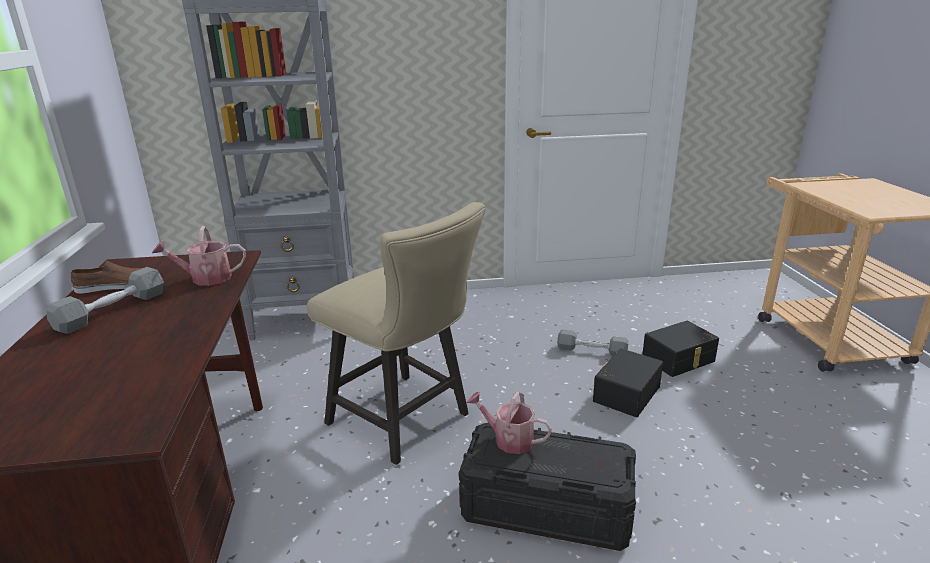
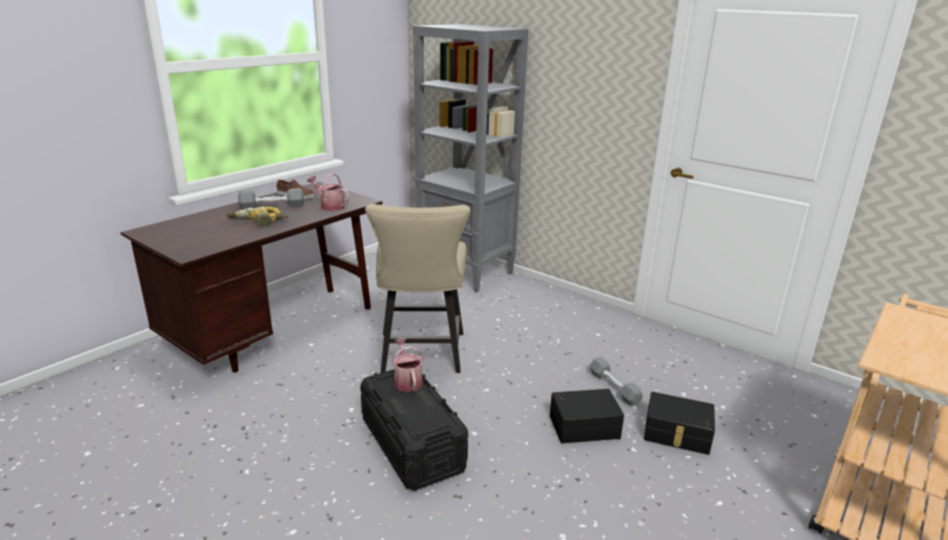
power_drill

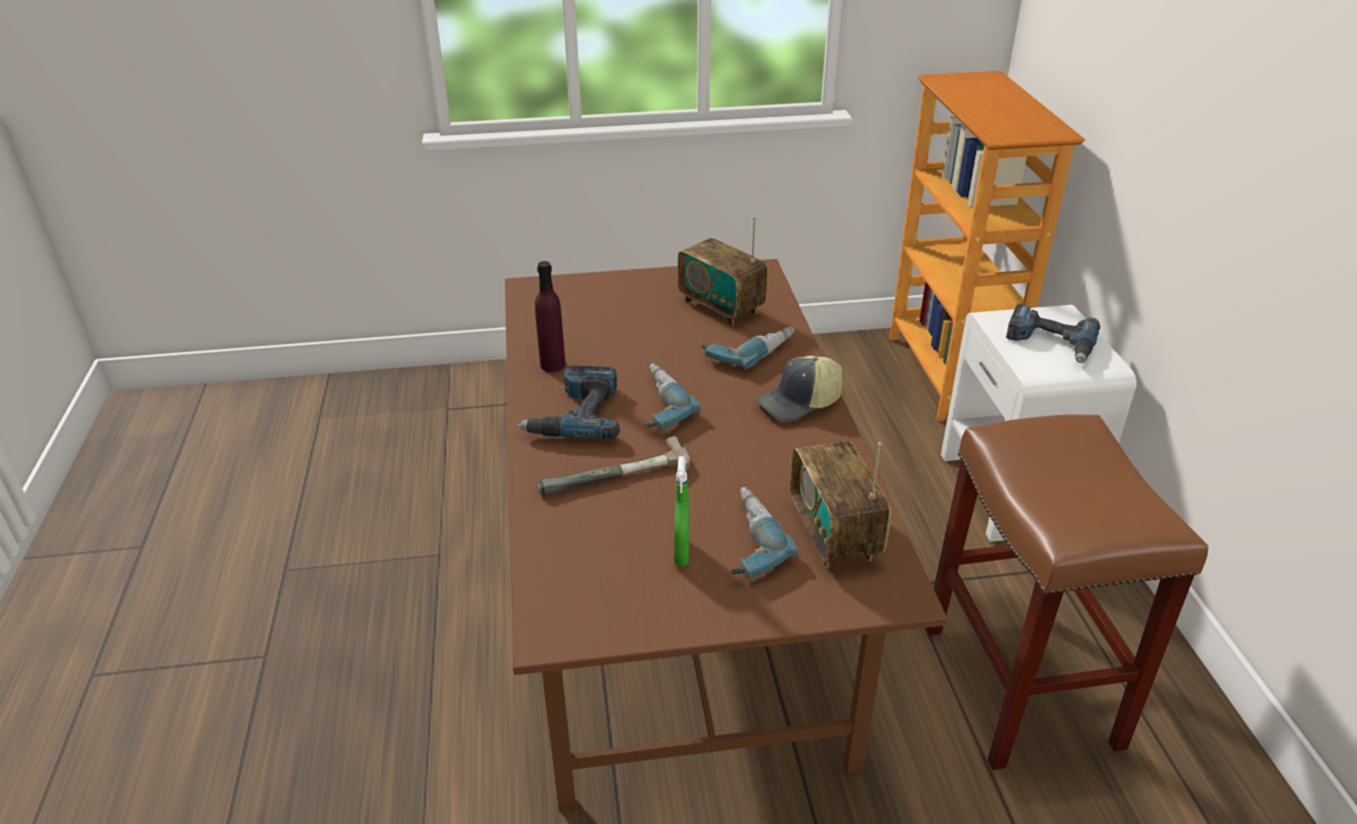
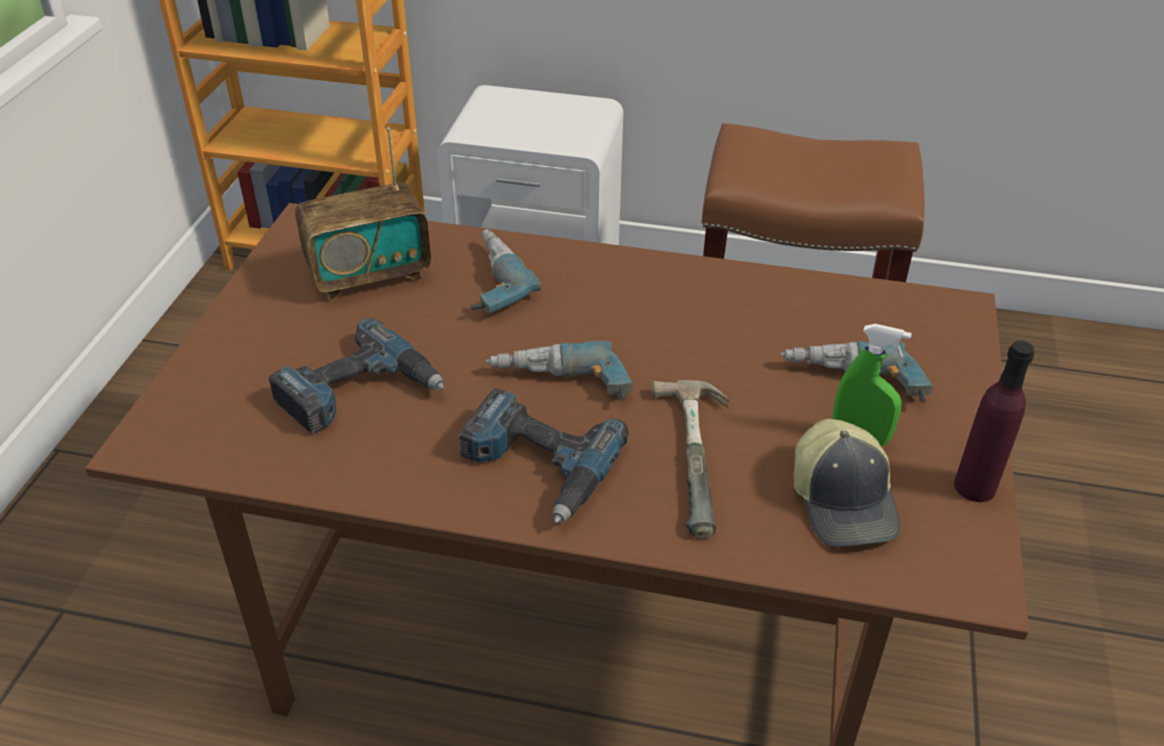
purple_bottle
power_drill (no. 1 from left)
cap
radio (no. 2 from left in the first image)

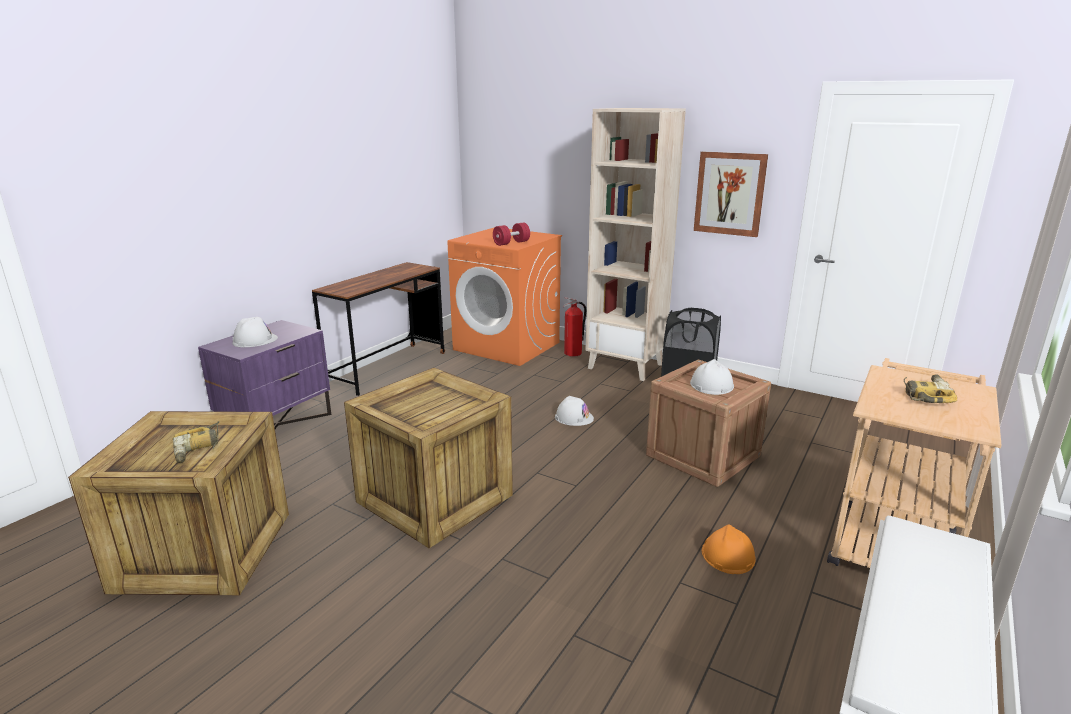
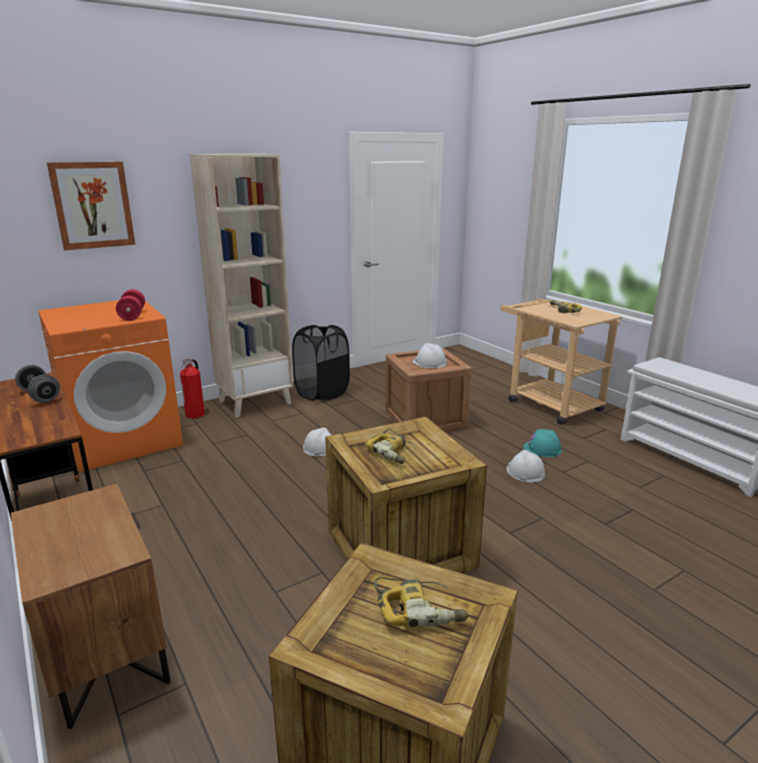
picture
white_hard_hat (no. 3 from left)
brown_nightstand
turquoise_hard_hat
grey_dumbbell
power_drill (no. 1 from left)

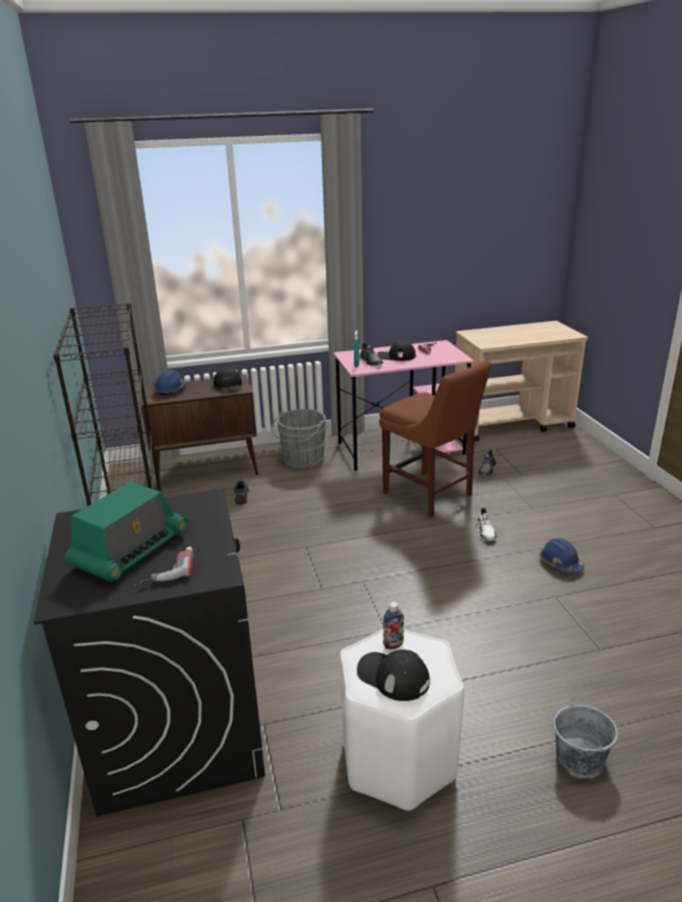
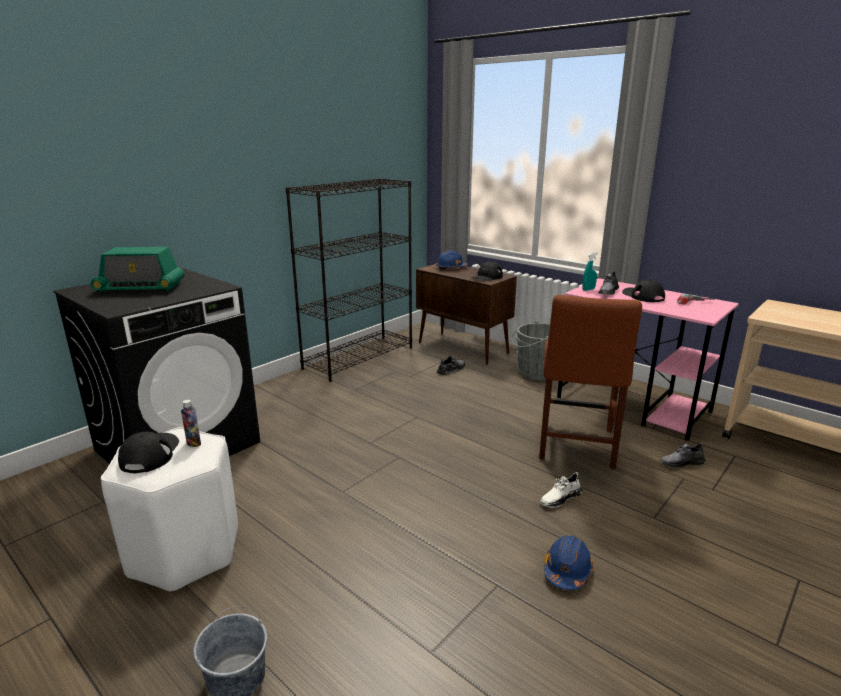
power_drill (no. 1 from left in the first image)

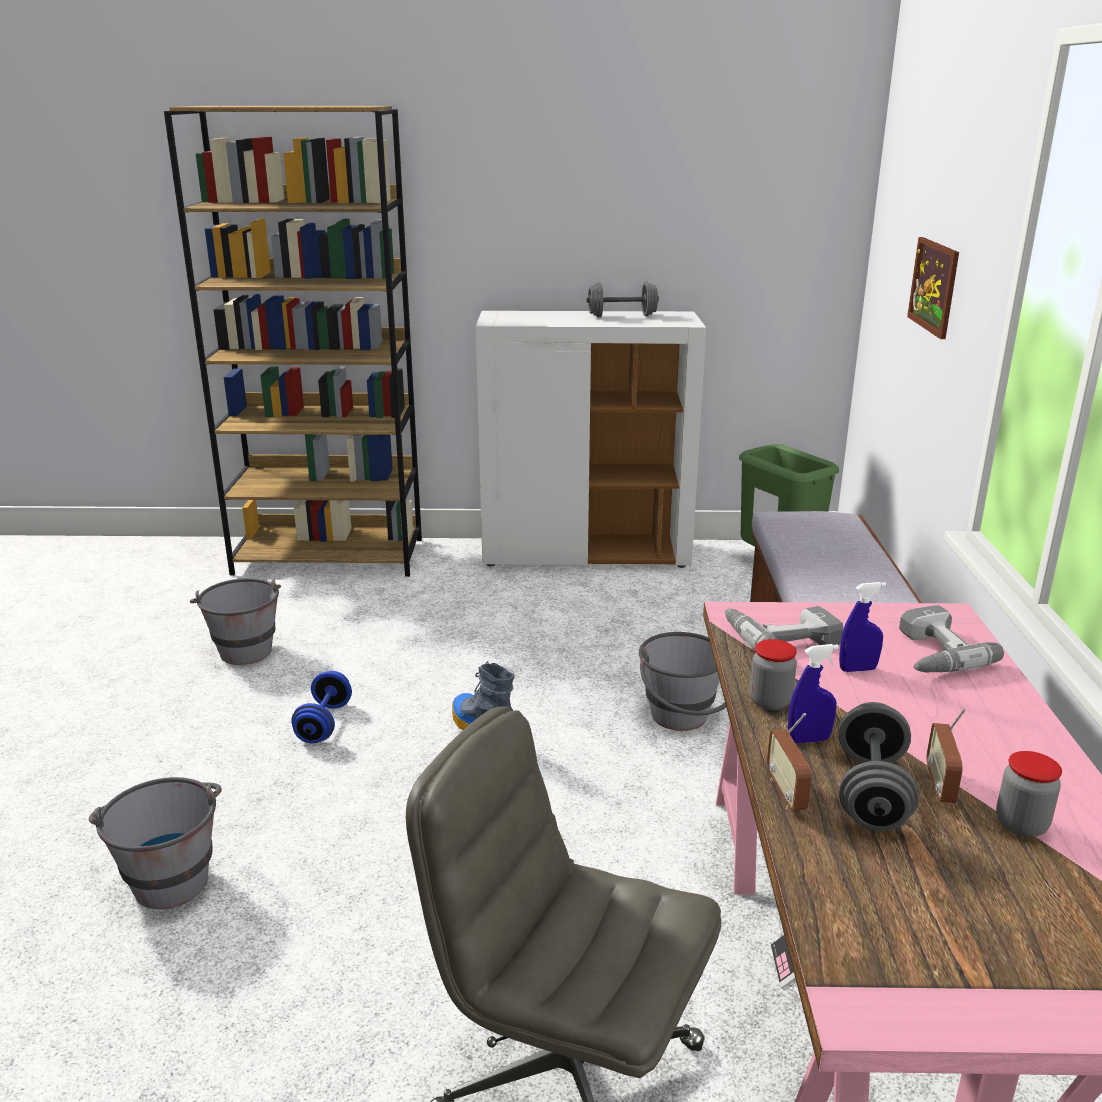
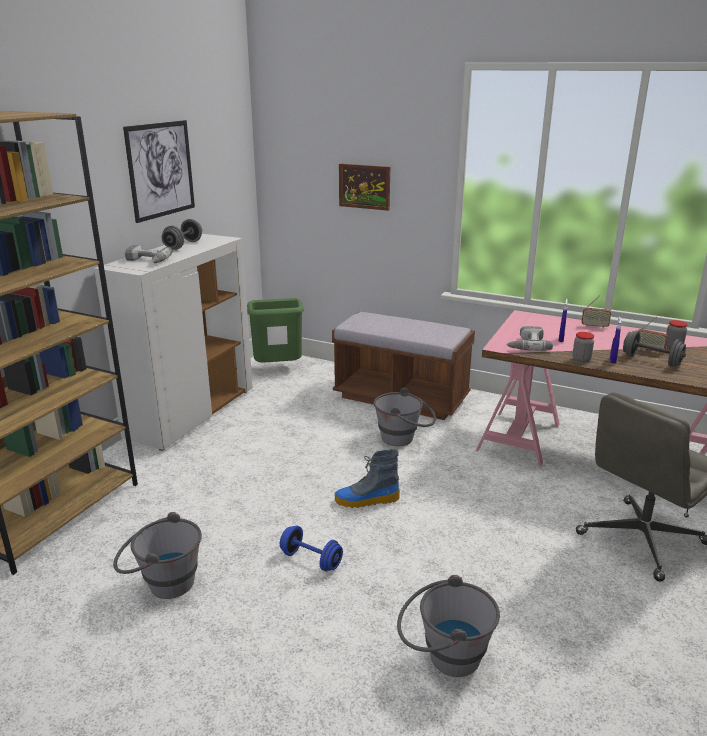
power_drill (no. 1 from left)
radio (no. 1 from left)
picture (no. 1 from left)

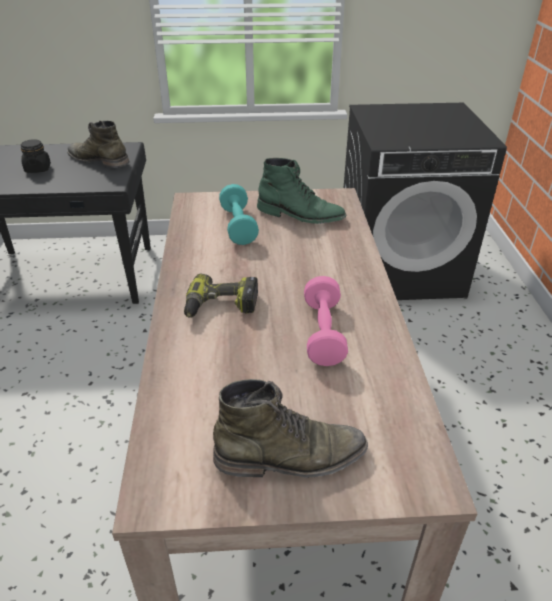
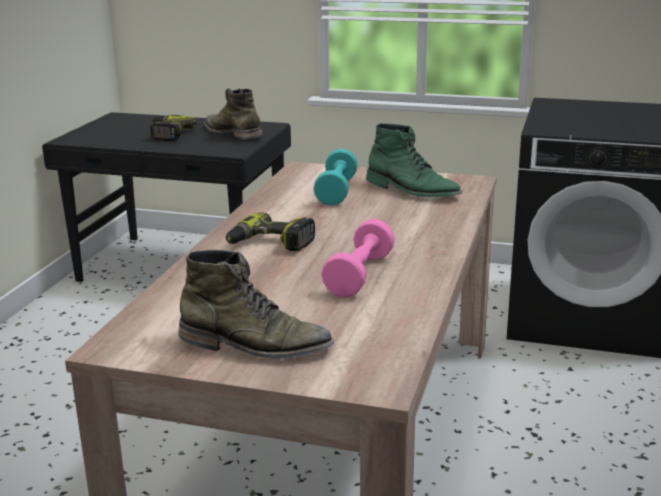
power_drill (no. 1 from left)

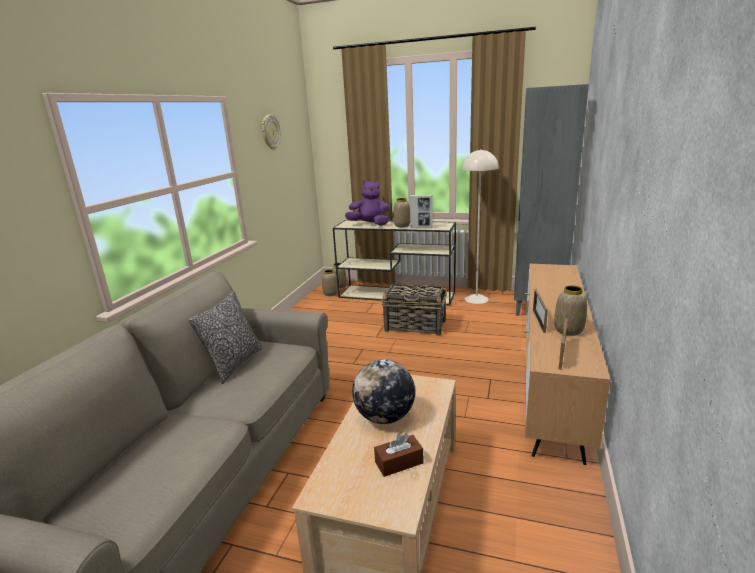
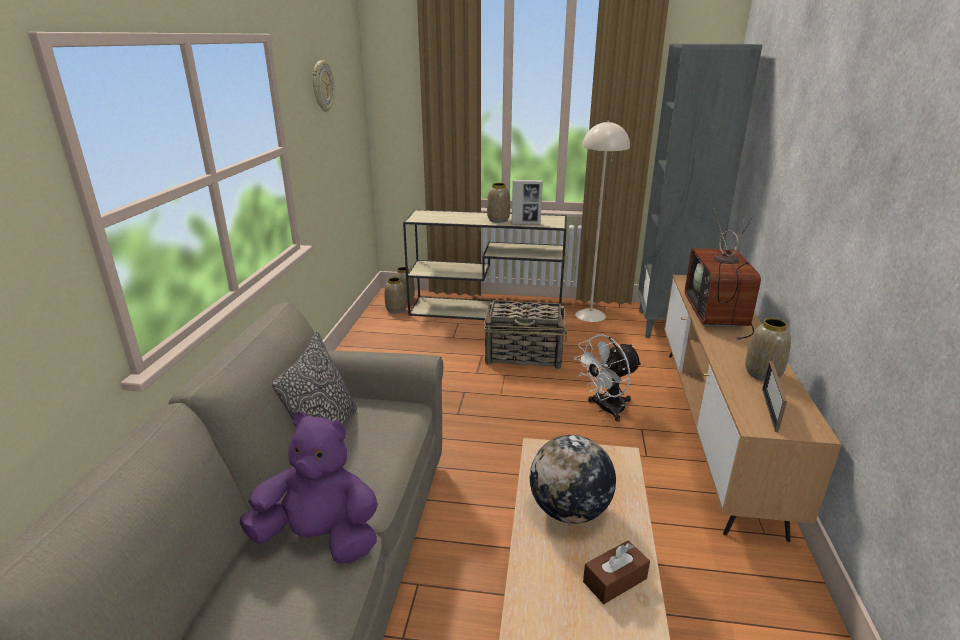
purple_plush_toy
picture_frame (no. 2 from left in the first image)
television
white_fan

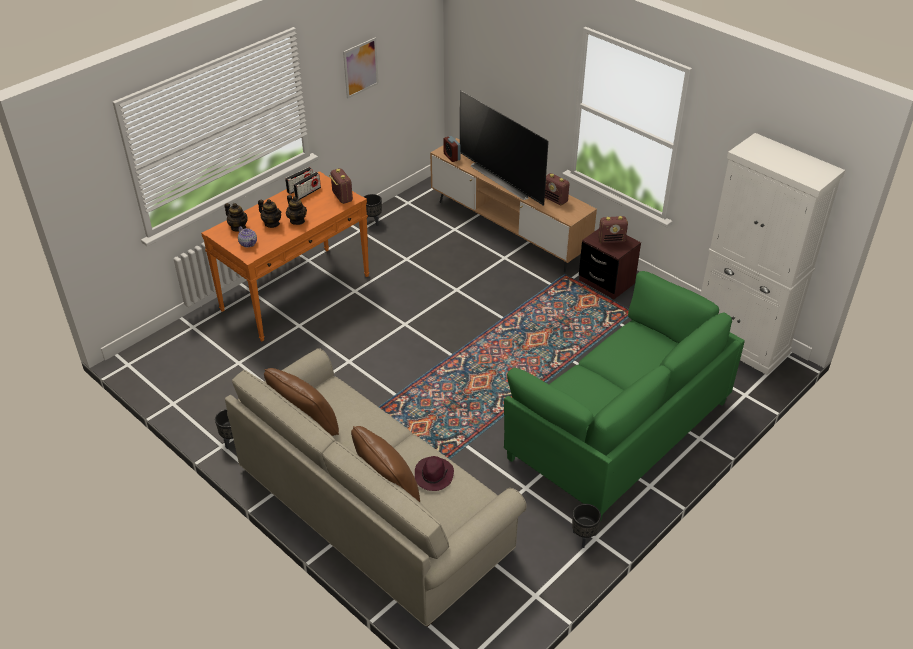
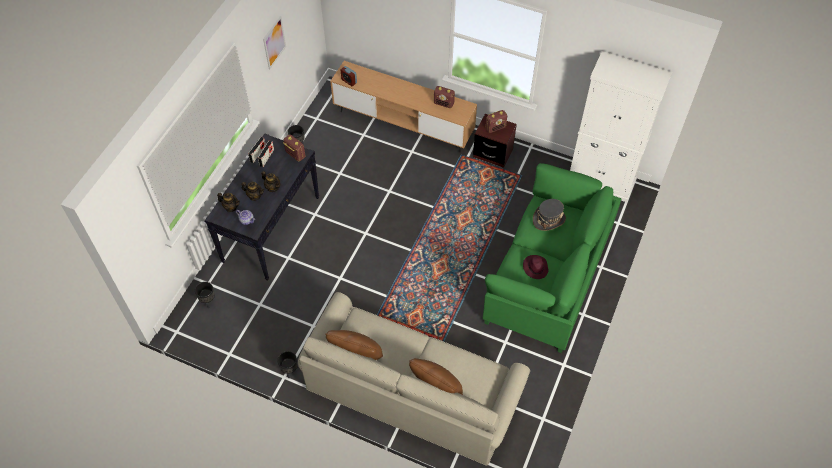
television
black_console_table
purple_hat
black_planter (no. 1 from left)
grey_hat

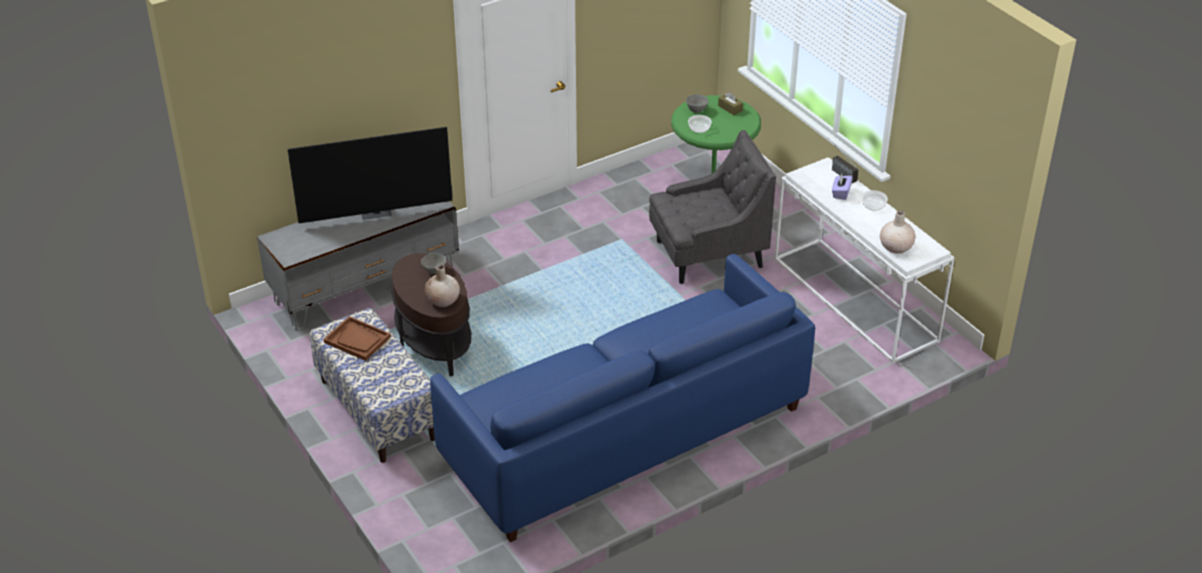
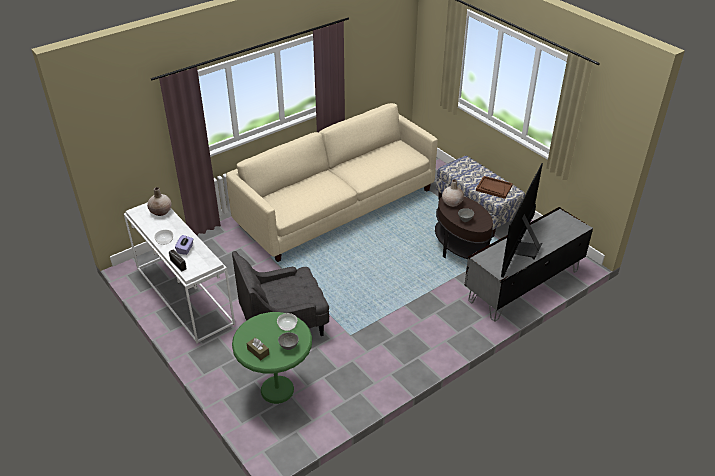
television
beige_sofa

